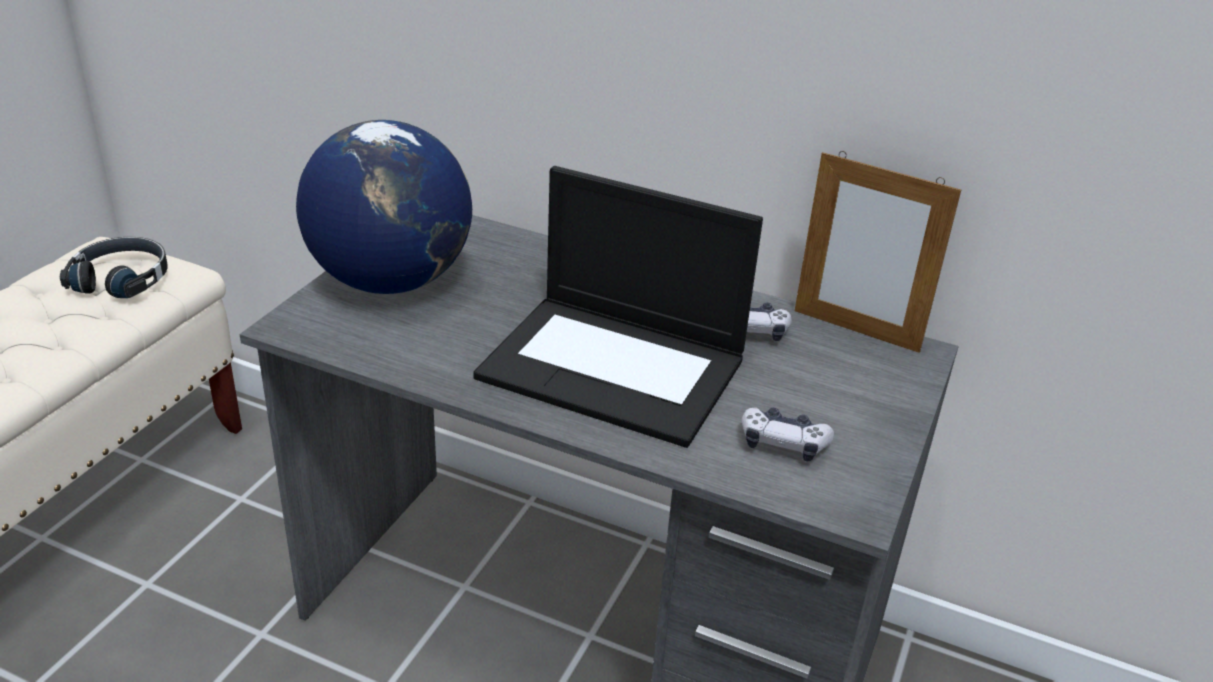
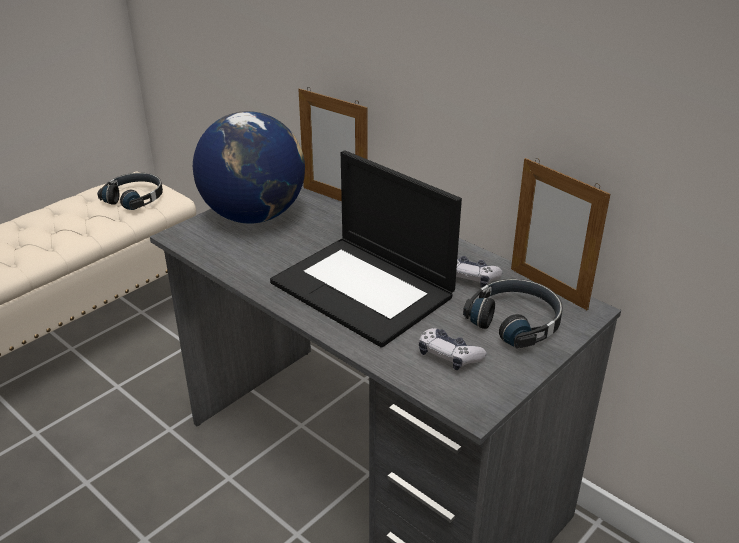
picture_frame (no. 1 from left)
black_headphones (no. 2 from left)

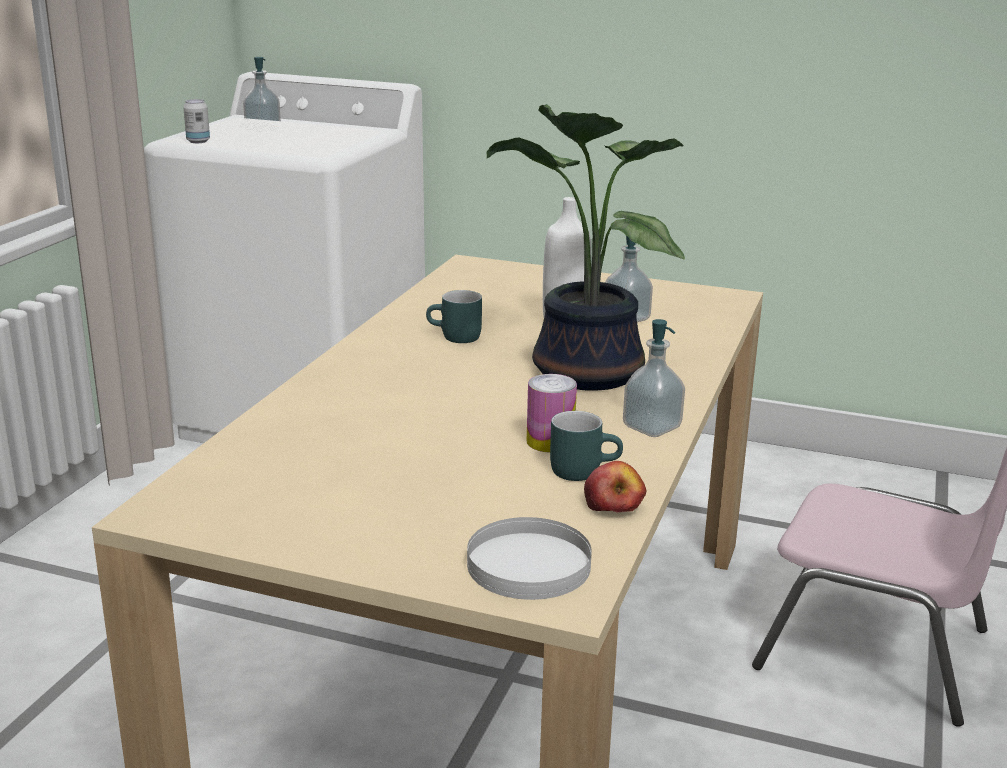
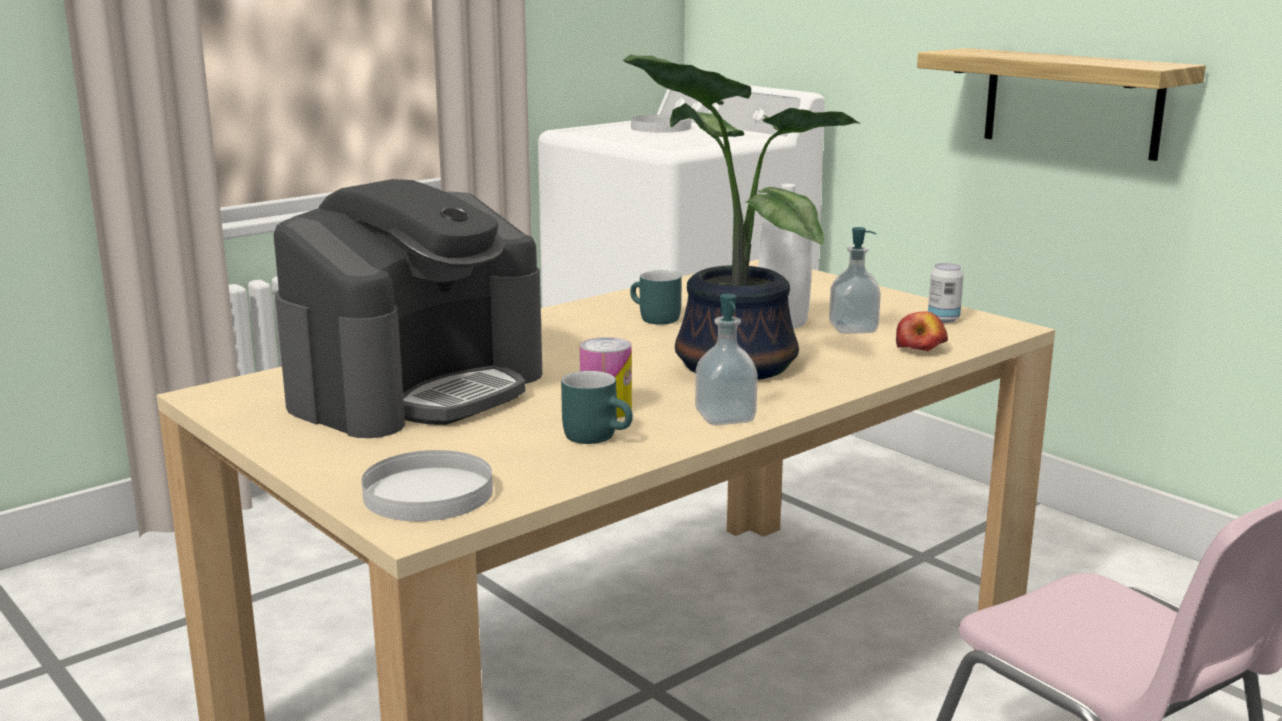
white_plate (no. 2 from left)
can (no. 2 from left)
apple
shelf
coffee_machine

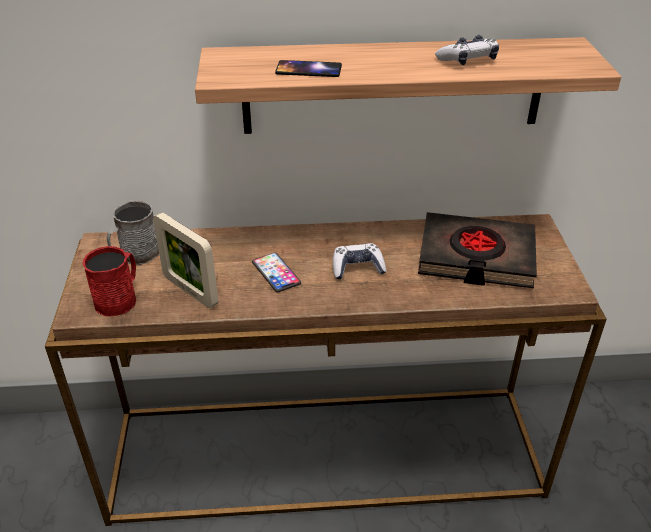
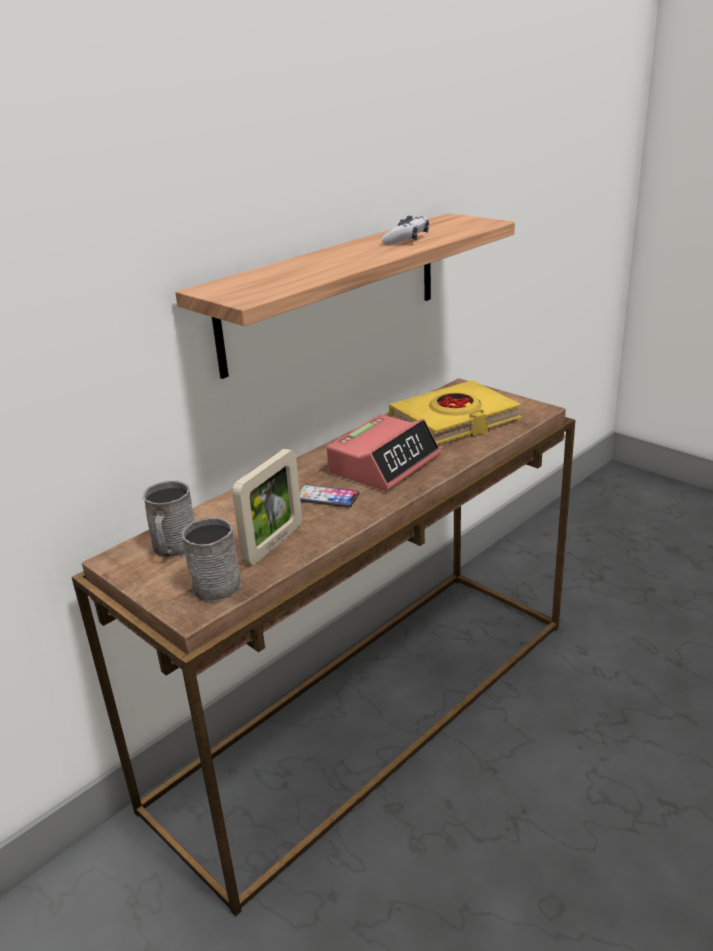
phone (no. 2 from left in the first image)
picture_frame
yellow_book
alarm_clock
grey_mug (no. 2 from left)

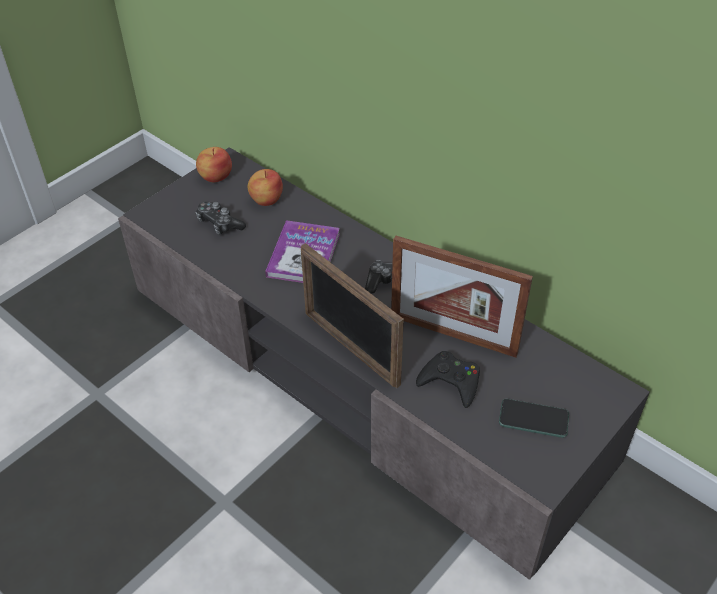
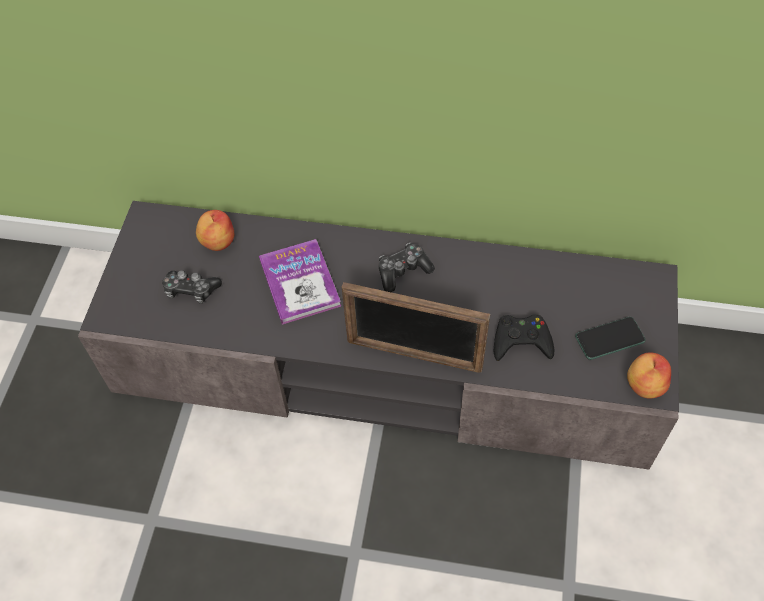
apple (no. 2 from left)
picture_frame (no. 2 from left in the first image)

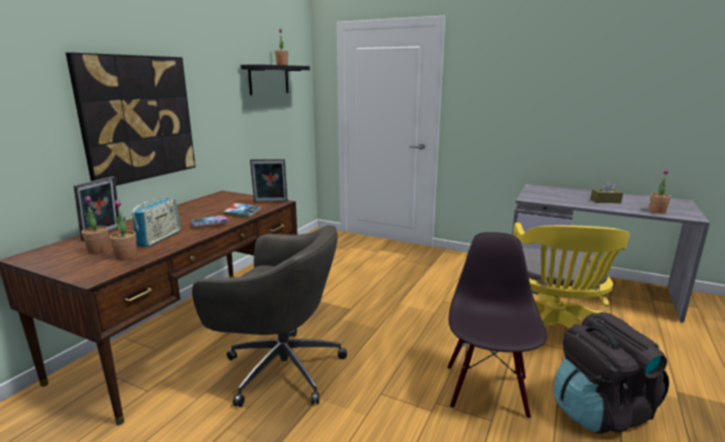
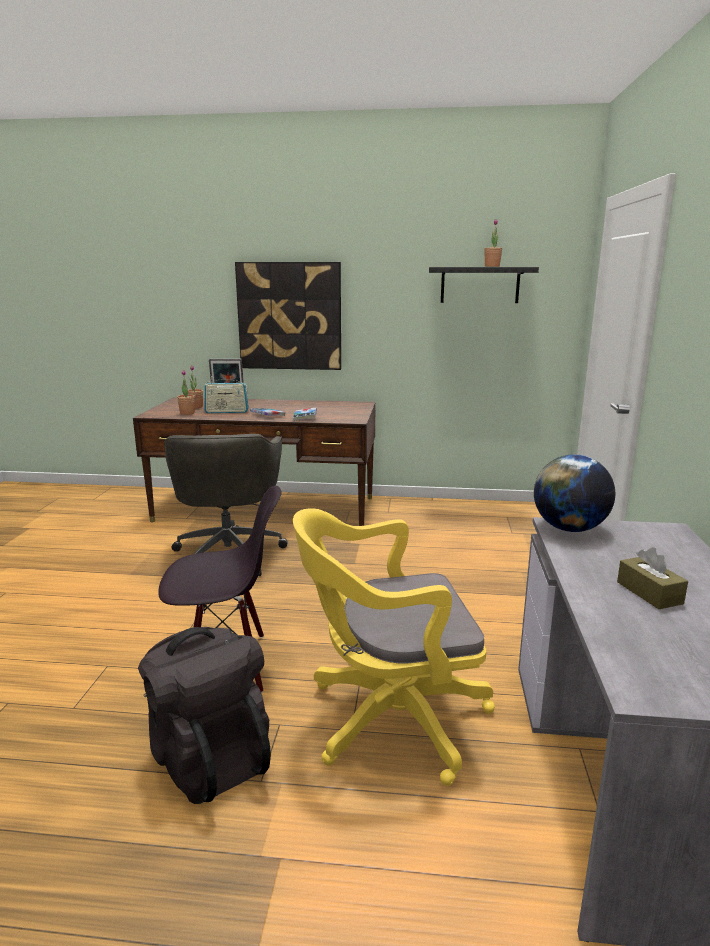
picture_frame (no. 2 from left in the first image)
potted_plant (no. 4 from left in the first image)
globe

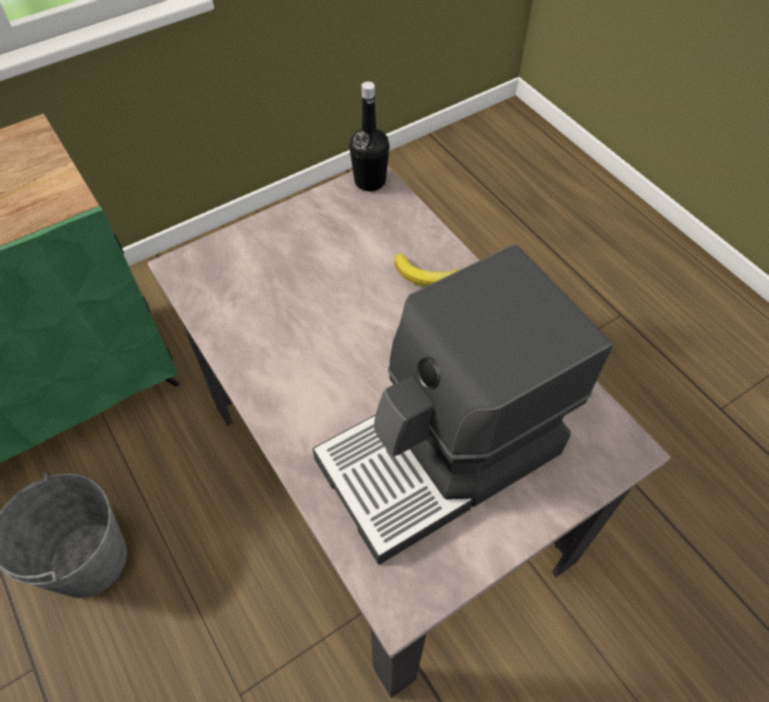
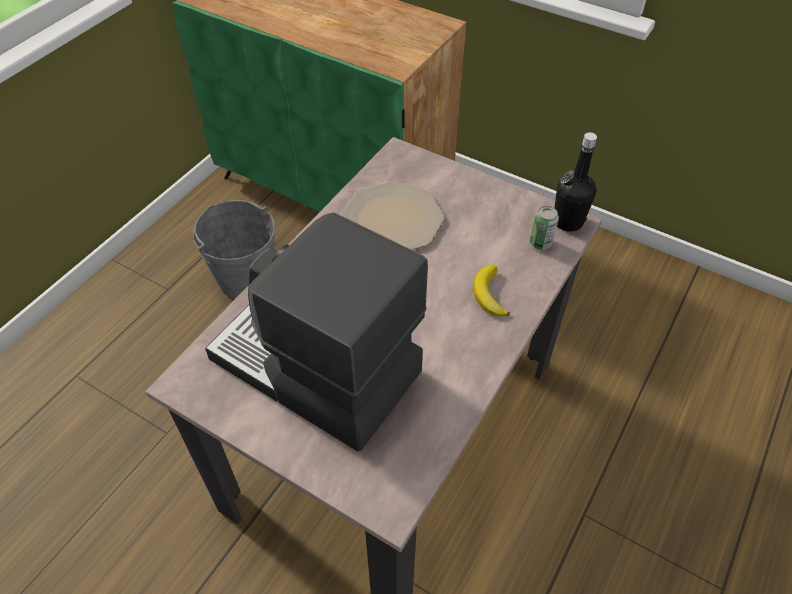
plate
can

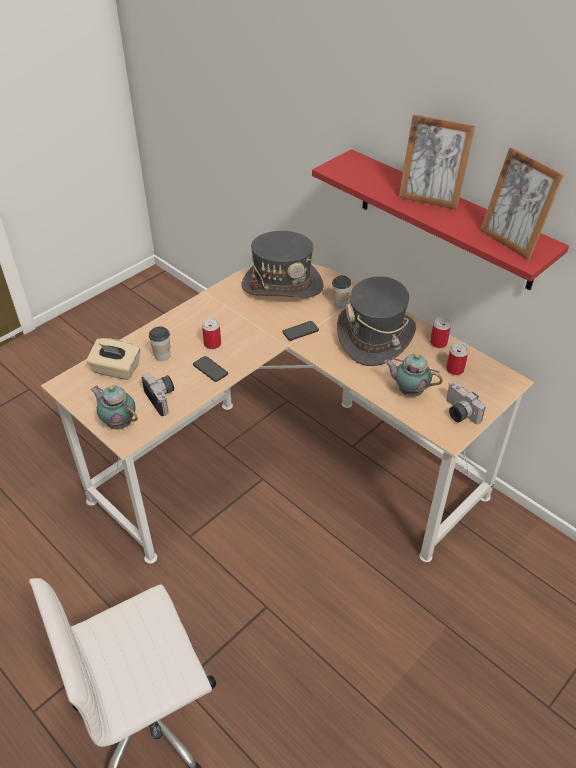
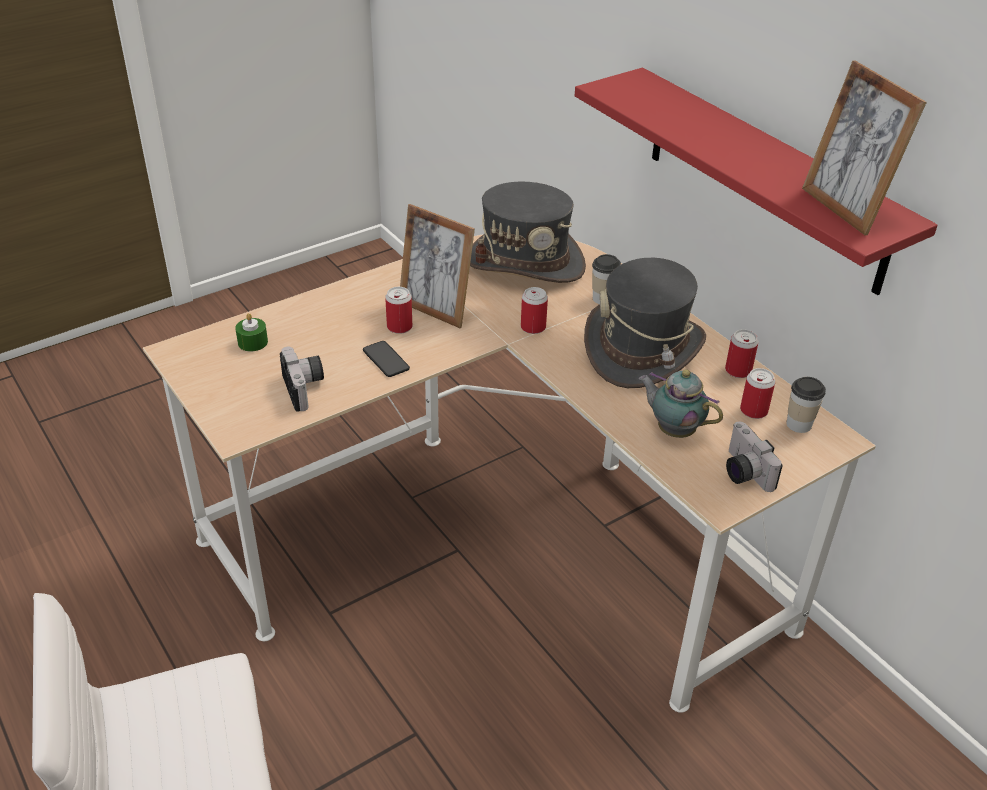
picture_frame (no. 1 from left)
can (no. 2 from left)
cup (no. 2 from left)
green_candle
teapot (no. 1 from left in the first image)

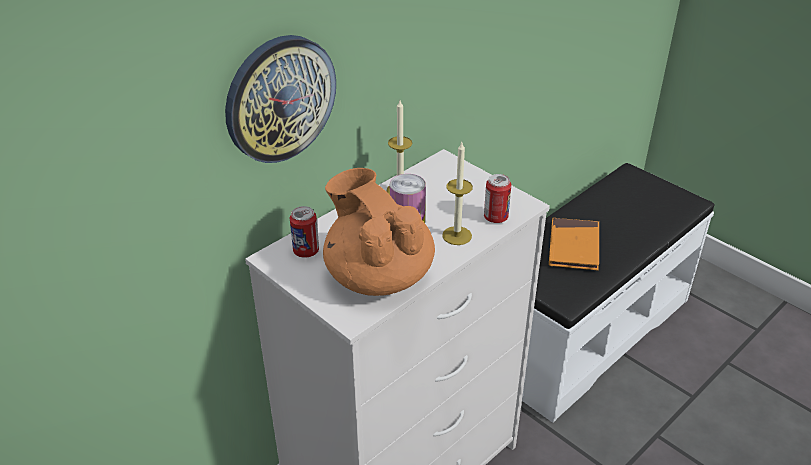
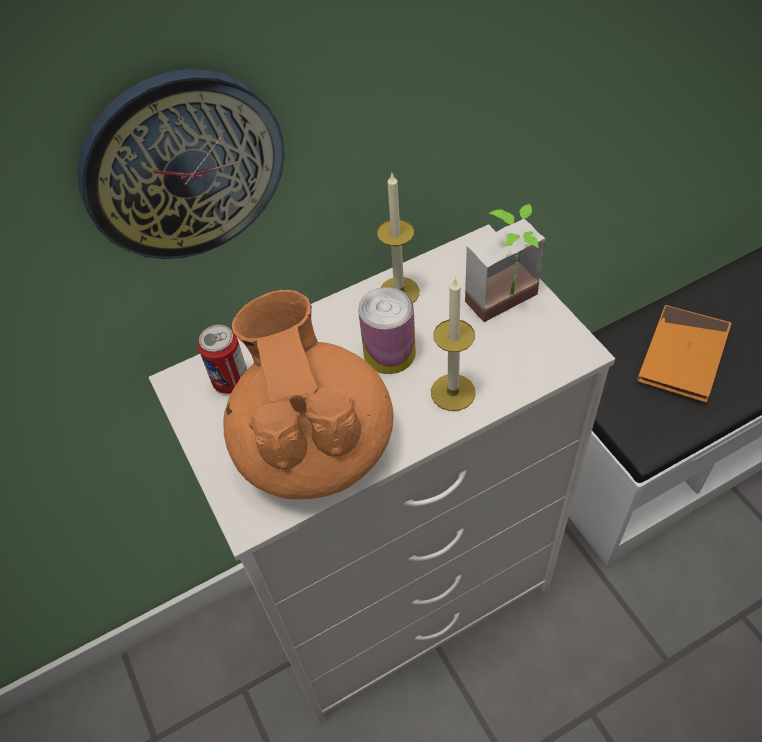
can (no. 3 from left in the first image)
potted_plant

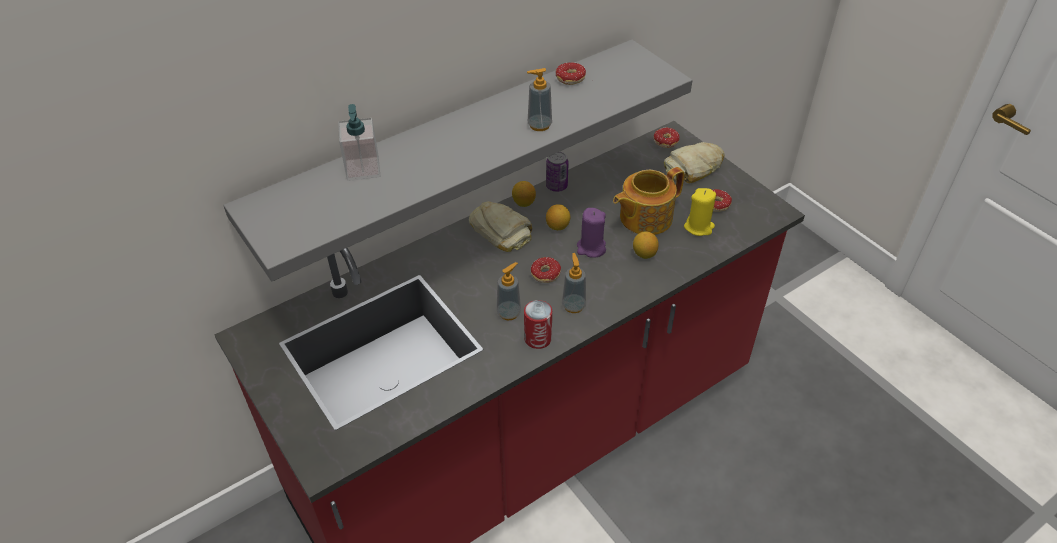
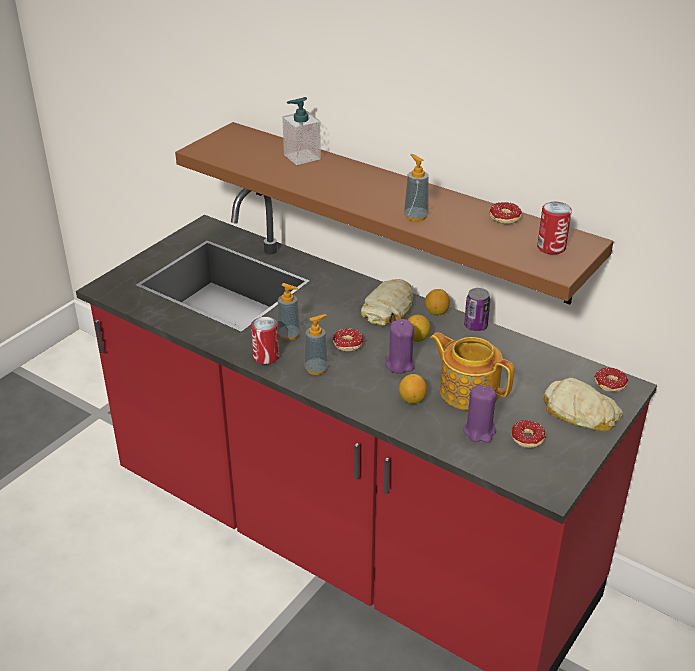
brown_shelf
purple_candle (no. 2 from left)
can (no. 3 from left)

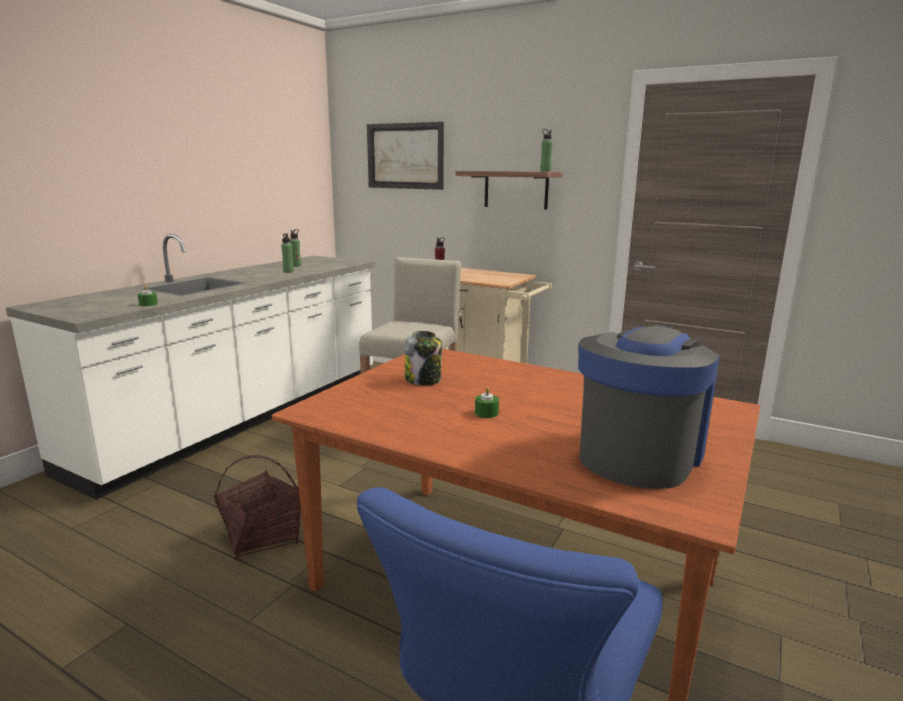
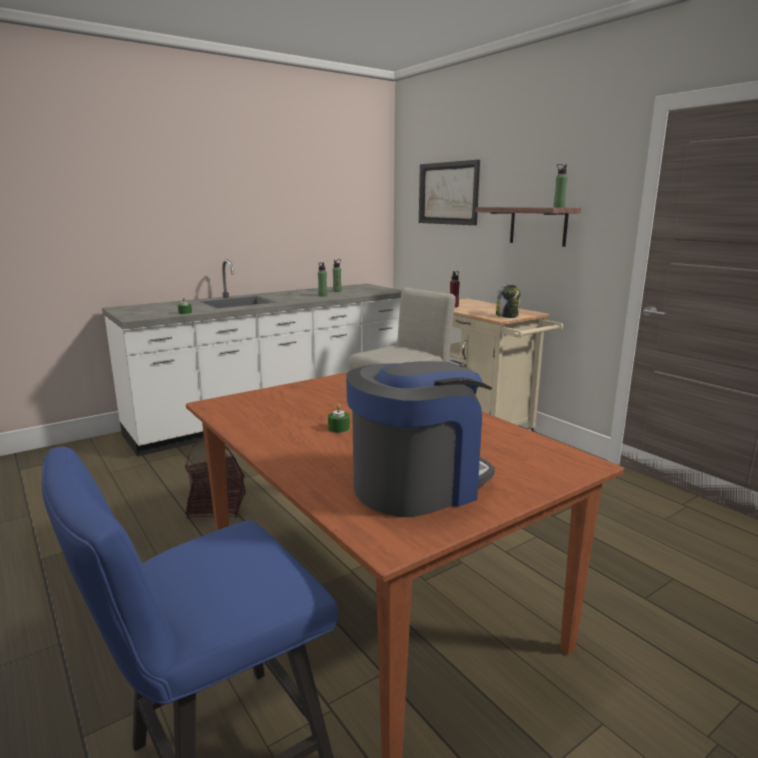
jar

